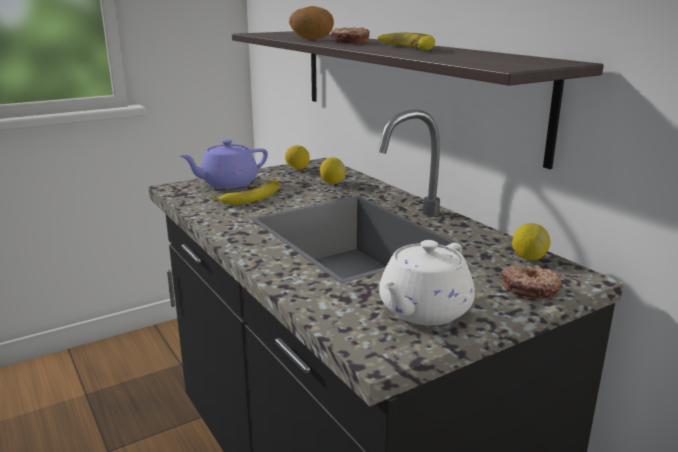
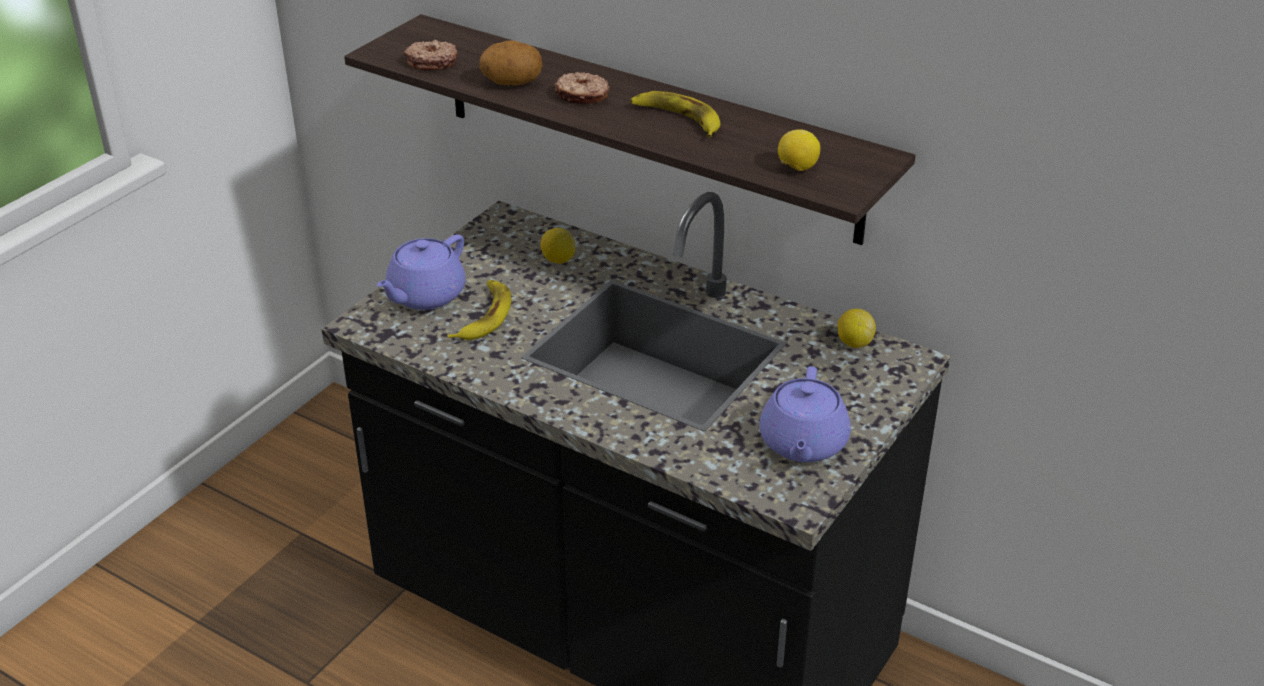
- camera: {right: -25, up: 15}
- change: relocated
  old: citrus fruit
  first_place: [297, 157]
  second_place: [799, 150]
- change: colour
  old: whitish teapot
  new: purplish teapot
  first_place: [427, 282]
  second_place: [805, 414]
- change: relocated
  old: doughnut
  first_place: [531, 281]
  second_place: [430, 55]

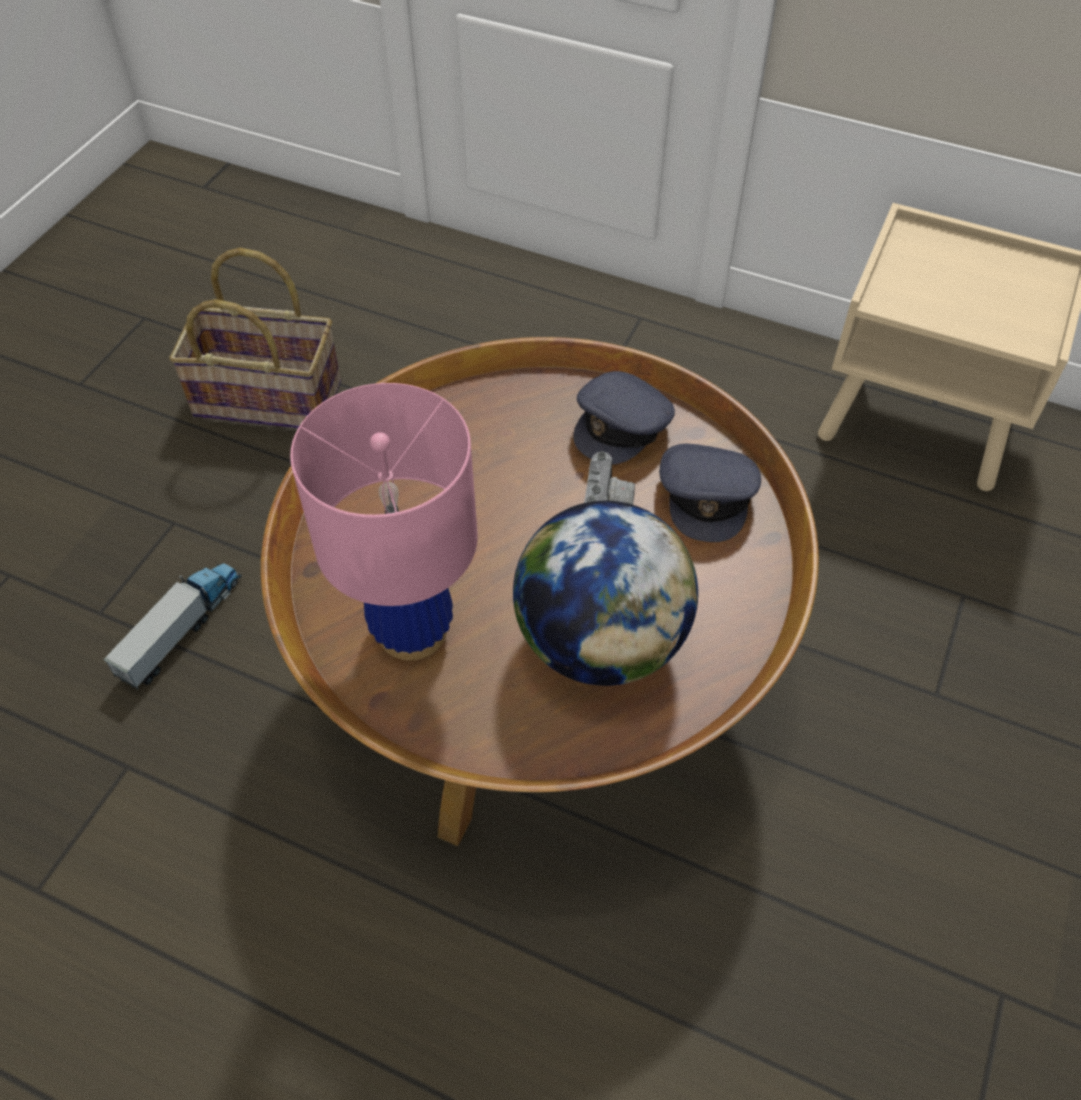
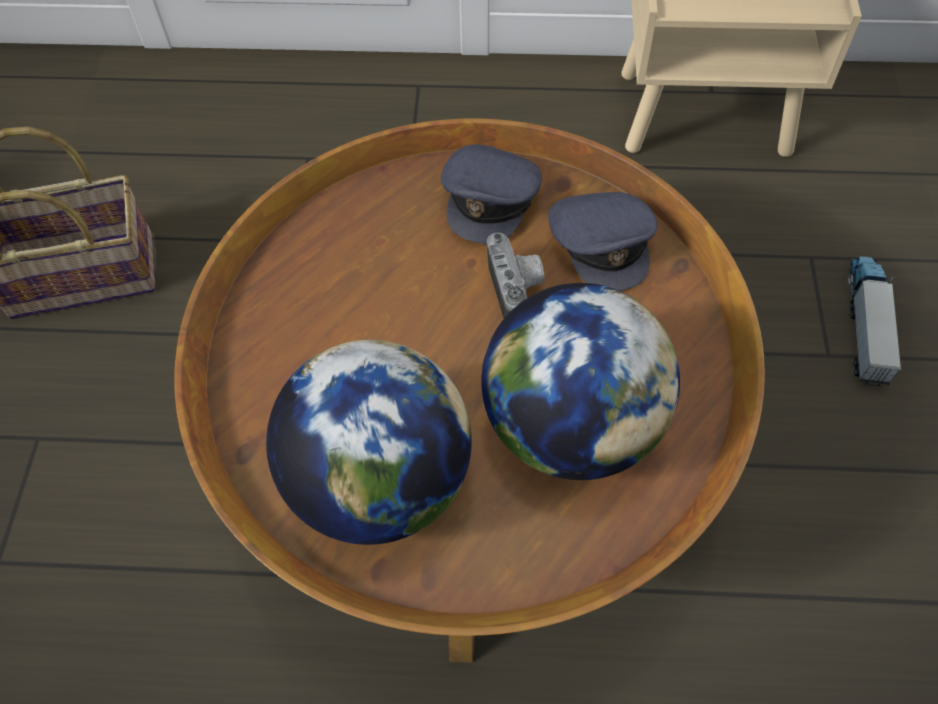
- camera: {right: -20, up: 5}
- change: exchanged
  old: pink-coloured lamp for a table
  new: desk globe
  first_place: [384, 522]
  second_place: [369, 442]
- change: relocated
  old: toy lorry
  first_place: [172, 626]
  second_place: [874, 321]

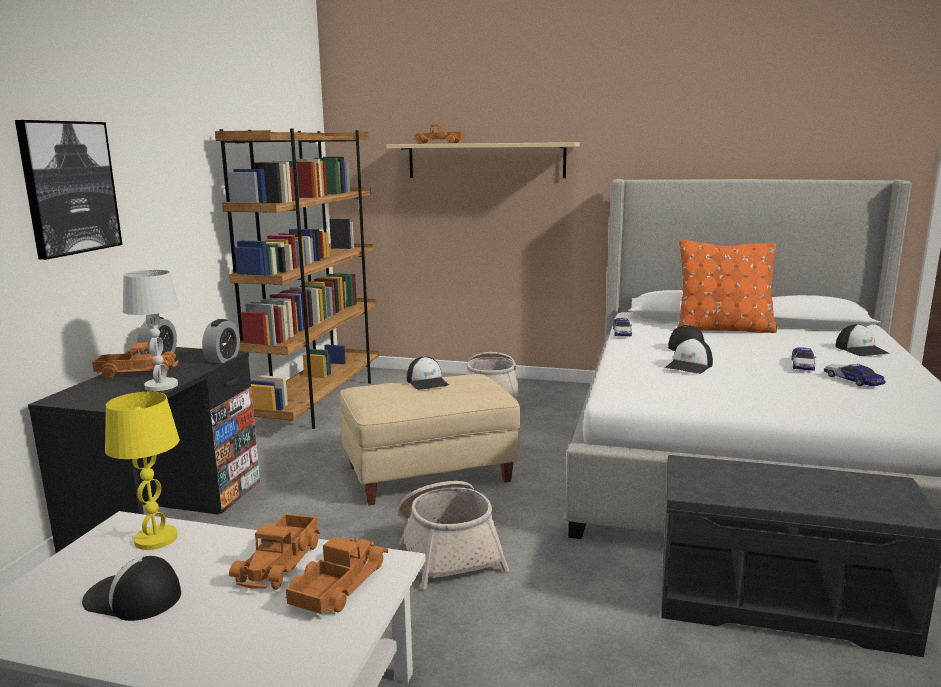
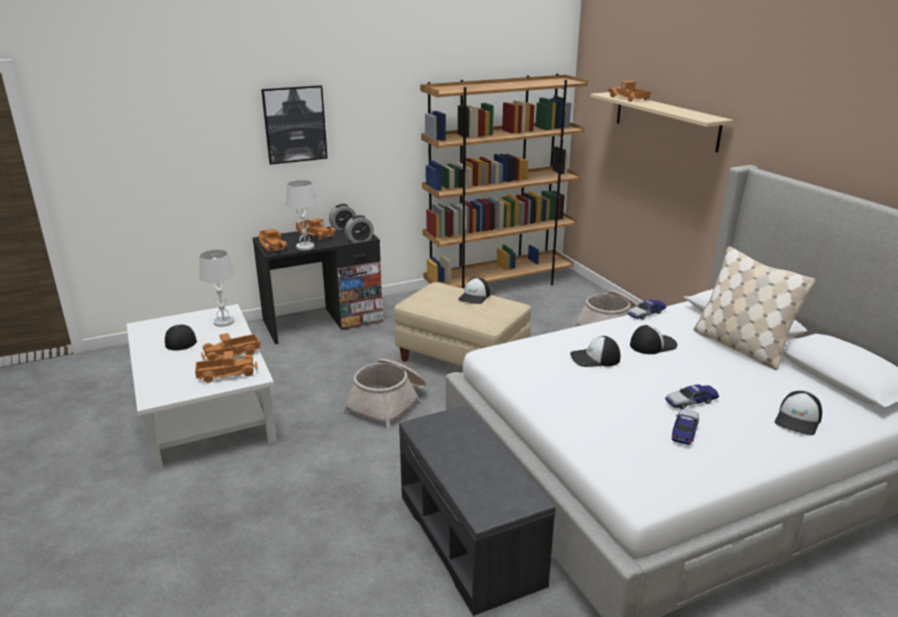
- camera: {right: 50, up: 10}
- change: colour
  old: orange-coloured cushion
  new: beige-coloured cushion
  first_place: [727, 286]
  second_place: [754, 308]
- change: colour
  old: yellow lamp for a table
  new: whitish lamp for a table
  first_place: [142, 471]
  second_place: [216, 288]
- change: appeared
  new: toy lorry
  second_place: [272, 241]

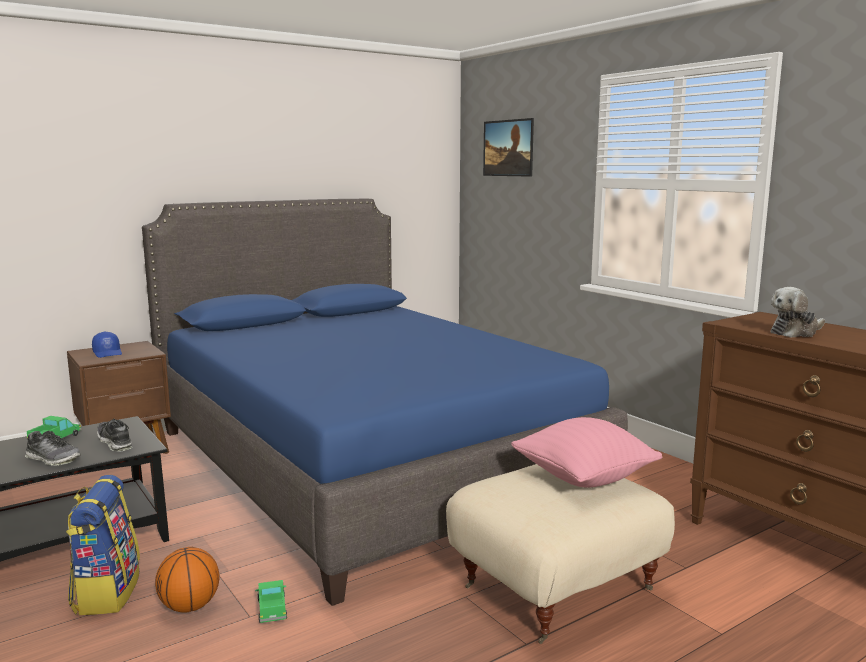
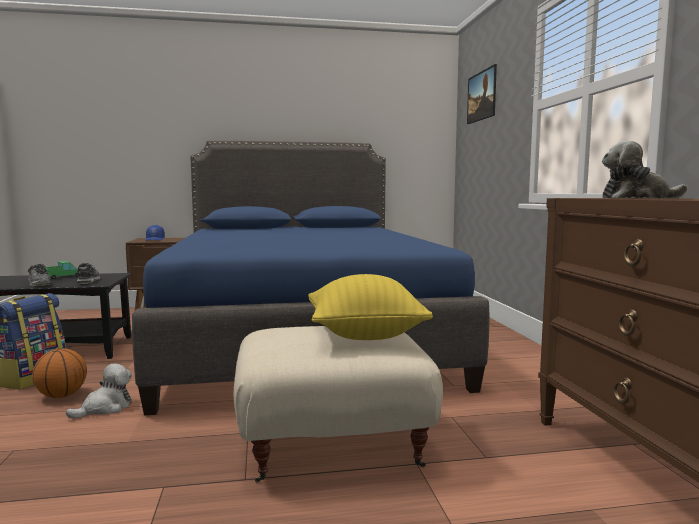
- camera: {right: 25, up: -5}
- change: colour
  old: pink-coloured cushion
  new: yellow cushion
  first_place: [586, 452]
  second_place: [370, 307]
- change: exchanged
  old: toy lorry
  new: plush toy
  first_place: [271, 601]
  second_place: [99, 390]

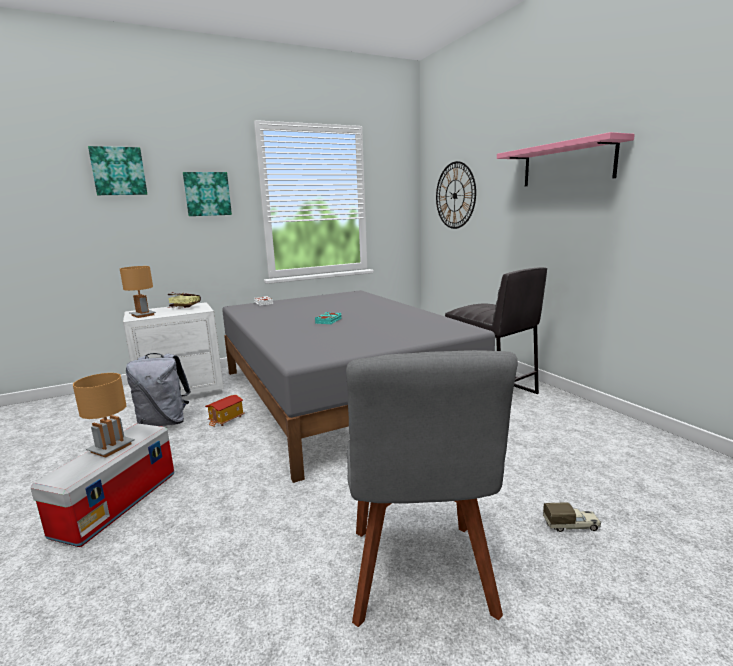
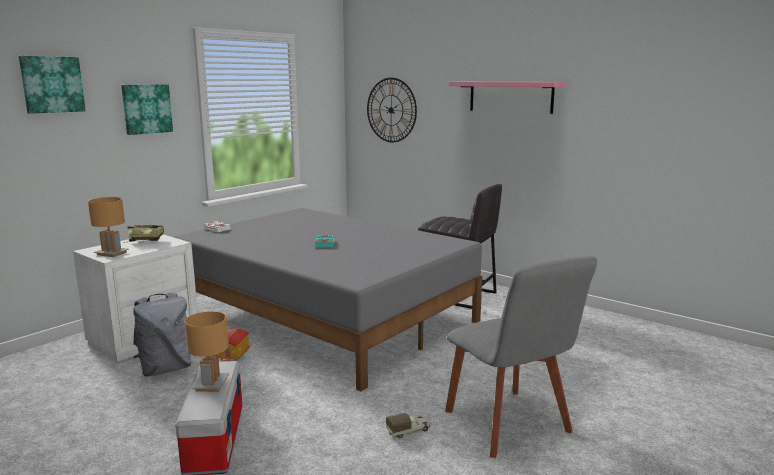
- camera: {right: -25, up: 0}
- change: relocated
  old: toy lorry
  first_place: [572, 517]
  second_place: [408, 425]

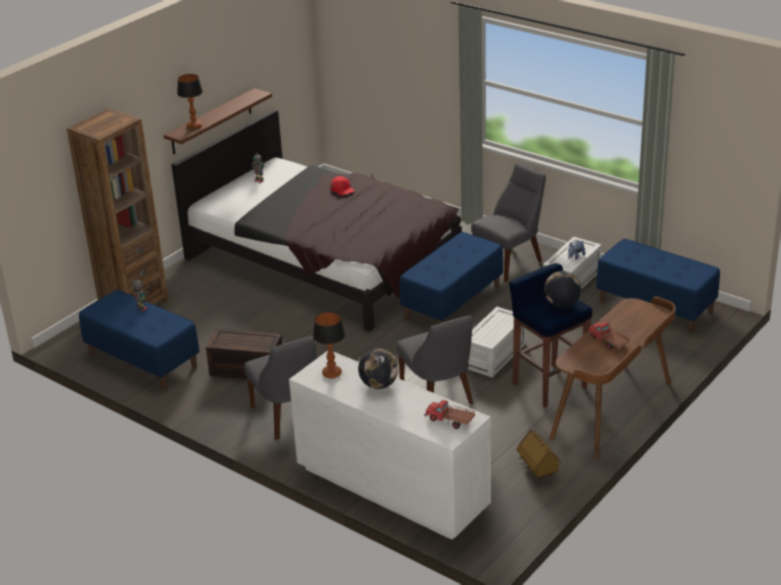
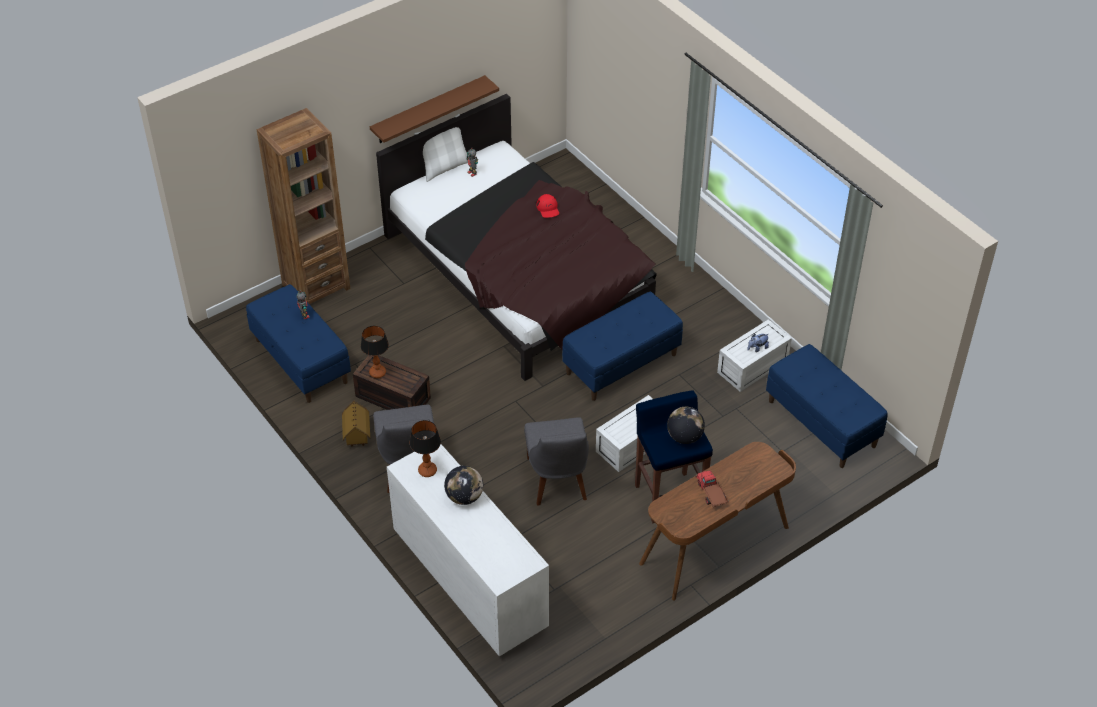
- camera: {right: 15, up: 15}
- change: relocated
  old: lamp for a table
  first_place: [190, 101]
  second_place: [375, 352]
- change: missing
  old: gray plain chair
  first_place: [508, 222]
- change: missing
  old: toy lorry
  first_place: [450, 414]
- change: relocated
  old: toy house
  first_place: [539, 454]
  second_place: [356, 424]
- change: appeared
  new: whitish cushion
  second_place: [441, 148]

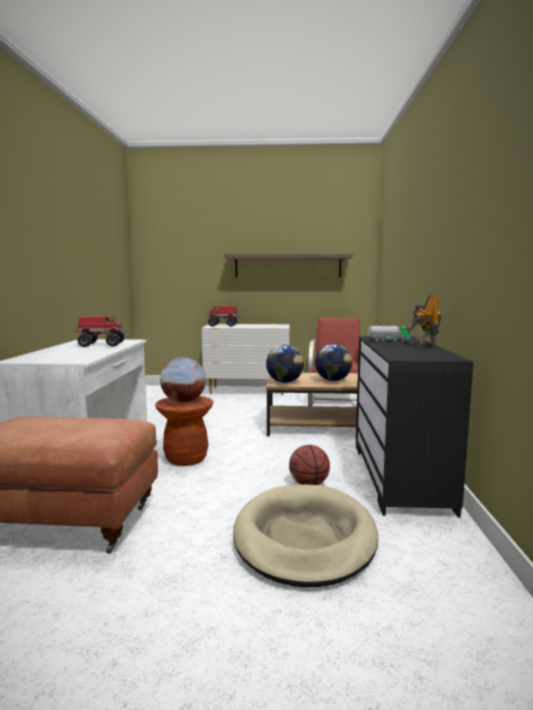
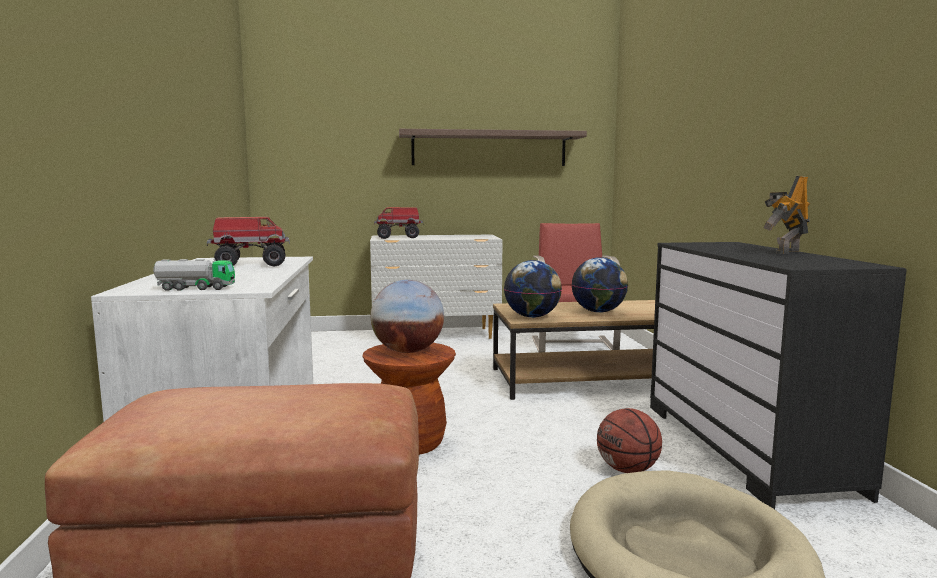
- camera: {right: -10, up: 0}
- change: relocated
  old: toy lorry
  first_place: [389, 333]
  second_place: [194, 275]

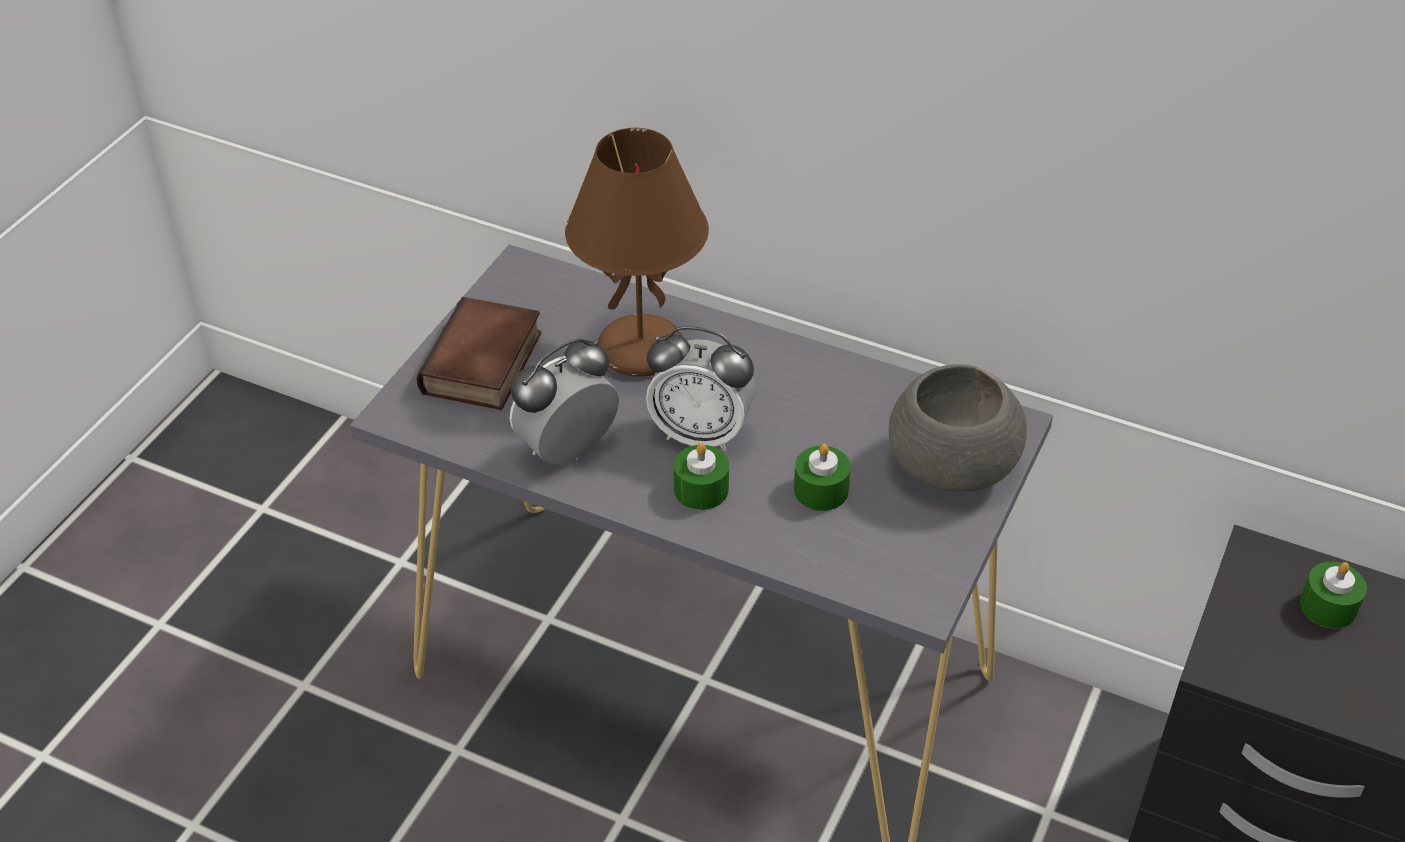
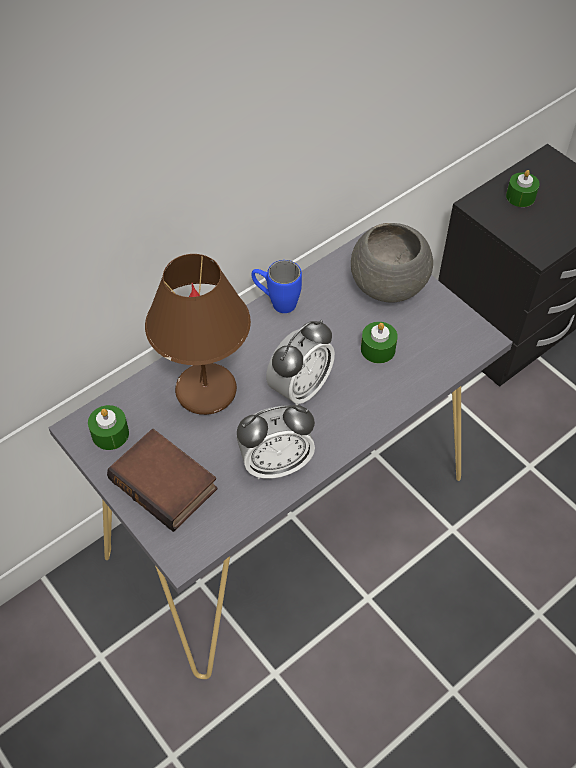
- camera: {right: -65, up: 10}
- change: spun
  old: alarm clock
  first_place: [564, 401]
  second_place: [276, 442]
  degrees: -90
- change: relocated
  old: green-coloured wax light
  first_place: [701, 476]
  second_place: [108, 427]
- change: appeared
  new: blue tea mug
  second_place: [276, 286]

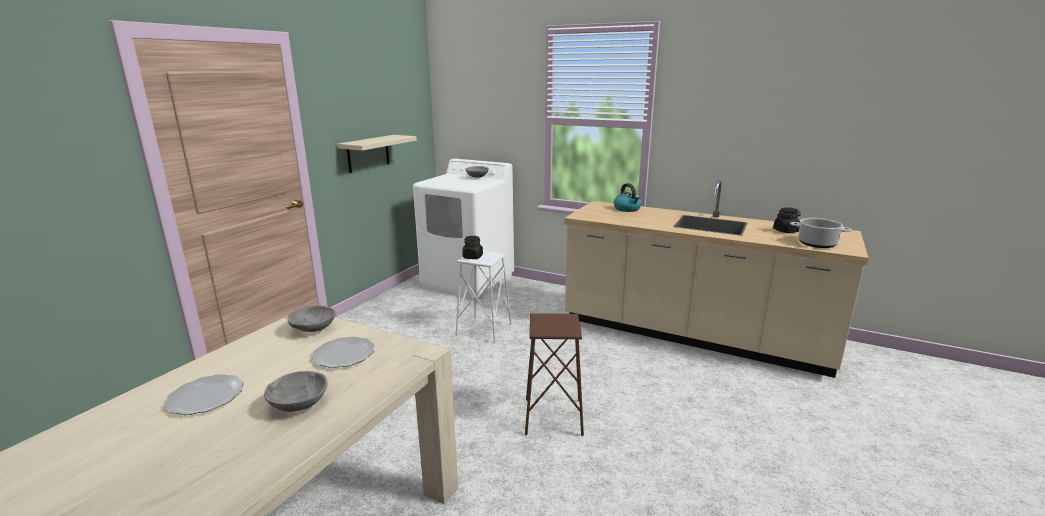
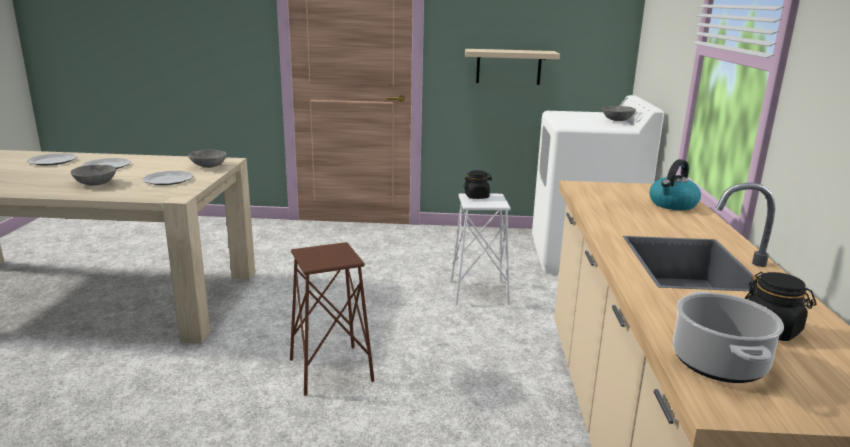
- camera: {right: 65, up: 0}
- change: appeared
  new: flat dish
  second_place: [52, 159]

